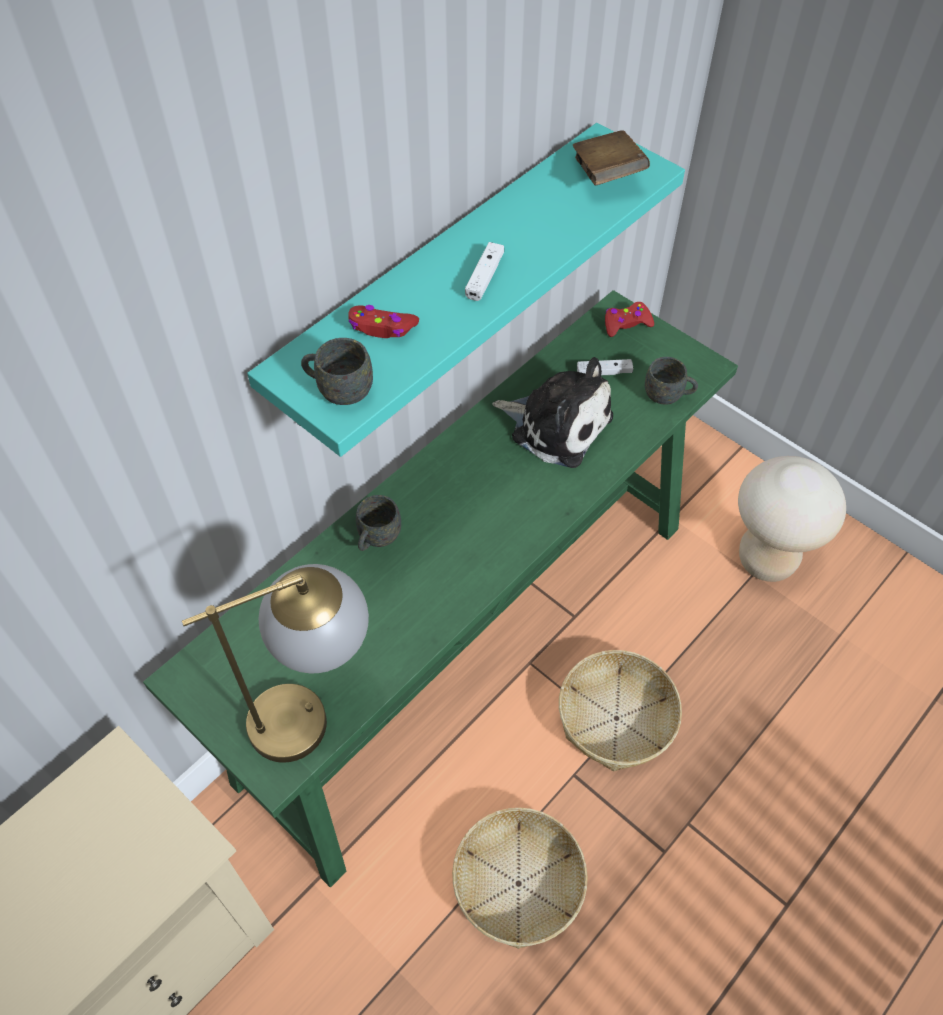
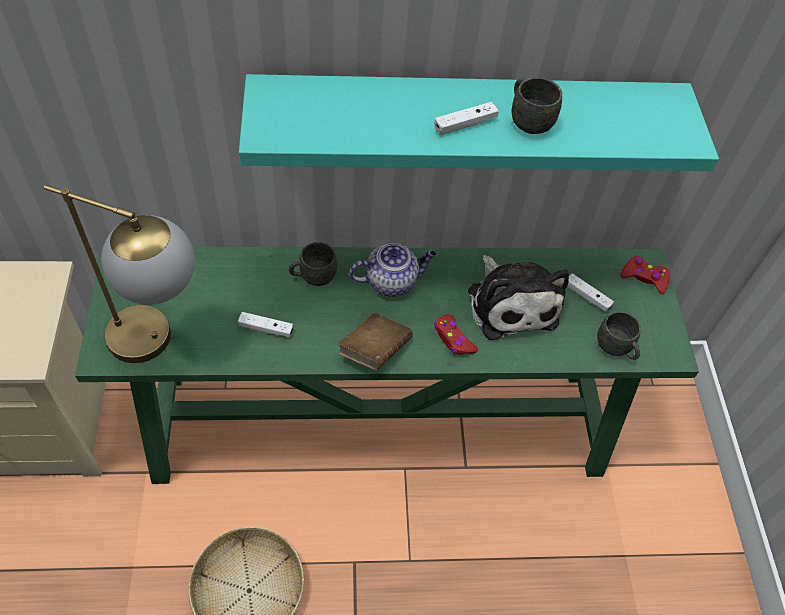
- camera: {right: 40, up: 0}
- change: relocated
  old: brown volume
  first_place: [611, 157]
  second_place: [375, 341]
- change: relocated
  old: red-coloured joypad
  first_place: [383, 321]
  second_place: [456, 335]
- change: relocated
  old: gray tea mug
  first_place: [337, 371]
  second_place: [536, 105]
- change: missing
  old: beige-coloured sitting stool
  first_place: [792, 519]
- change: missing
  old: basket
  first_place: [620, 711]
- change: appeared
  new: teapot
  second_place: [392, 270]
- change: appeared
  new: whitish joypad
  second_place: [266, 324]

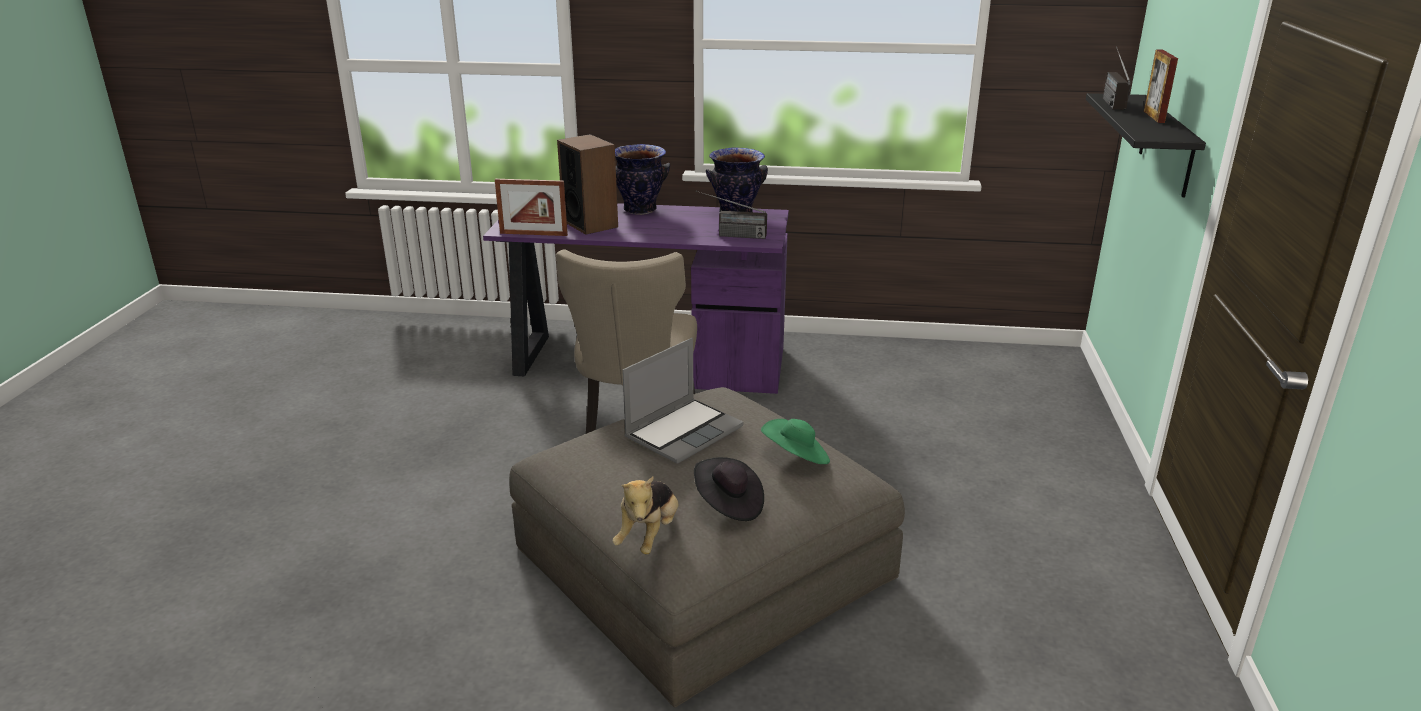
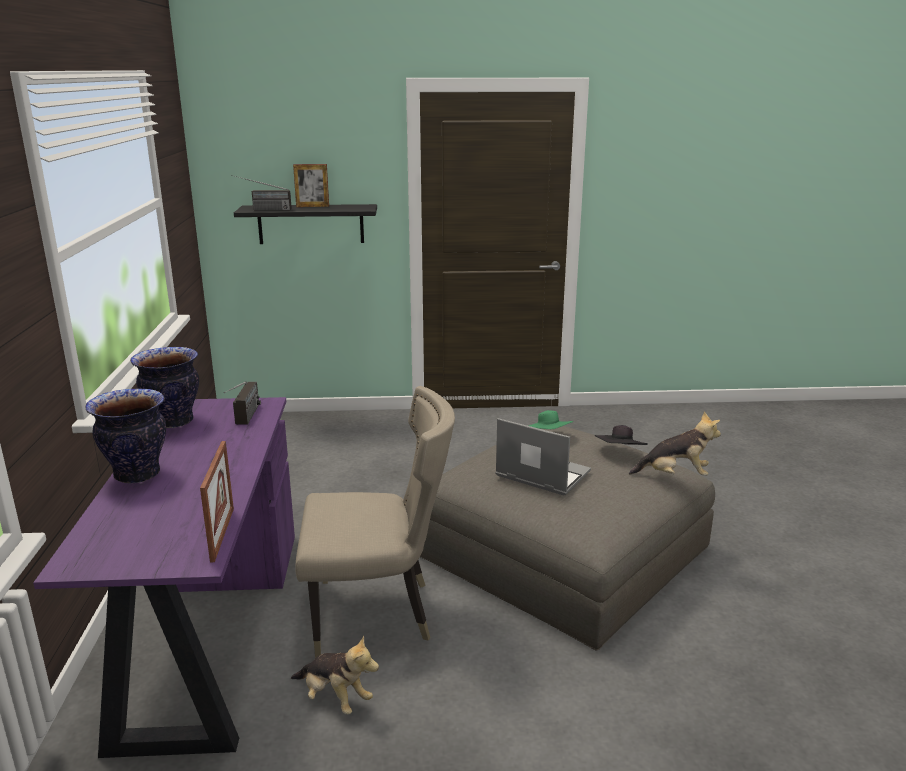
- camera: {right: -100, up: -5}
- change: missing
  old: audio speaker
  first_place: [587, 184]
- change: appeared
  new: plush toy
  second_place: [335, 675]

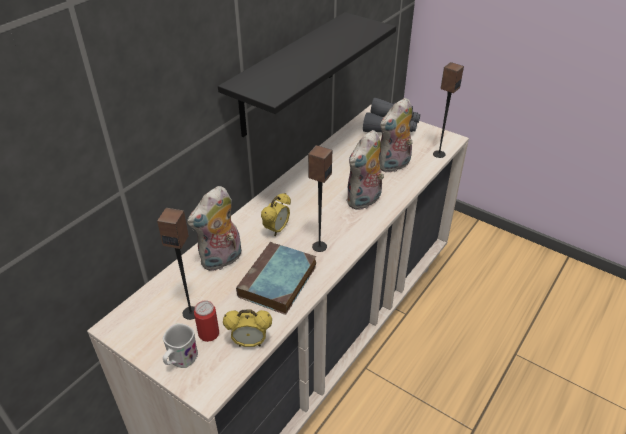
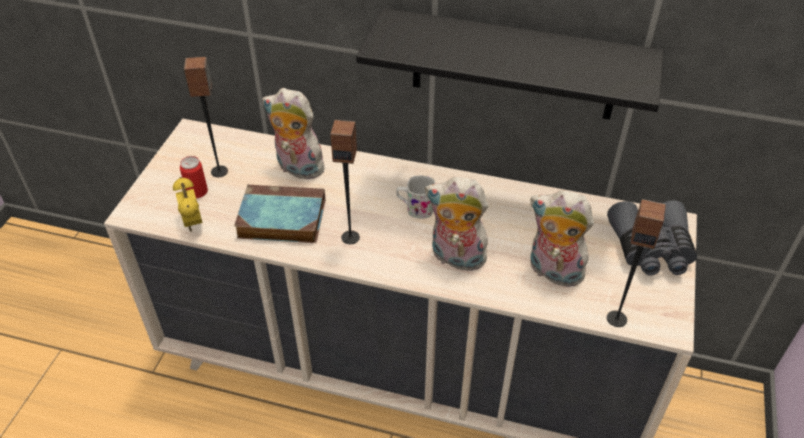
- camera: {right: 70, up: 5}
- change: missing
  old: alarm clock
  first_place: [276, 214]
- change: relocated
  old: whitish tea mug
  first_place: [180, 345]
  second_place: [415, 197]

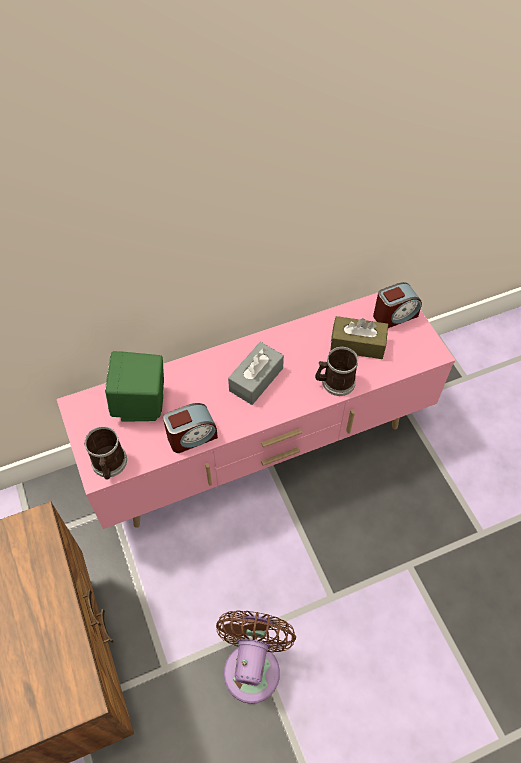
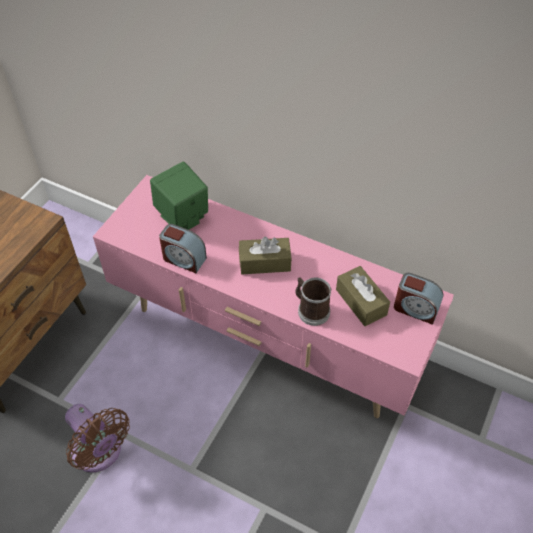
- camera: {right: 50, up: -5}
- change: colour
  old: gray box of tissues
  new: brown box of tissues
  first_place: [256, 373]
  second_place: [265, 255]
- change: missing
  old: tea mug
  first_place: [105, 453]
- change: spun
  old: brown electric fan
  first_place: [256, 657]
  second_place: [97, 438]
  degrees: 75

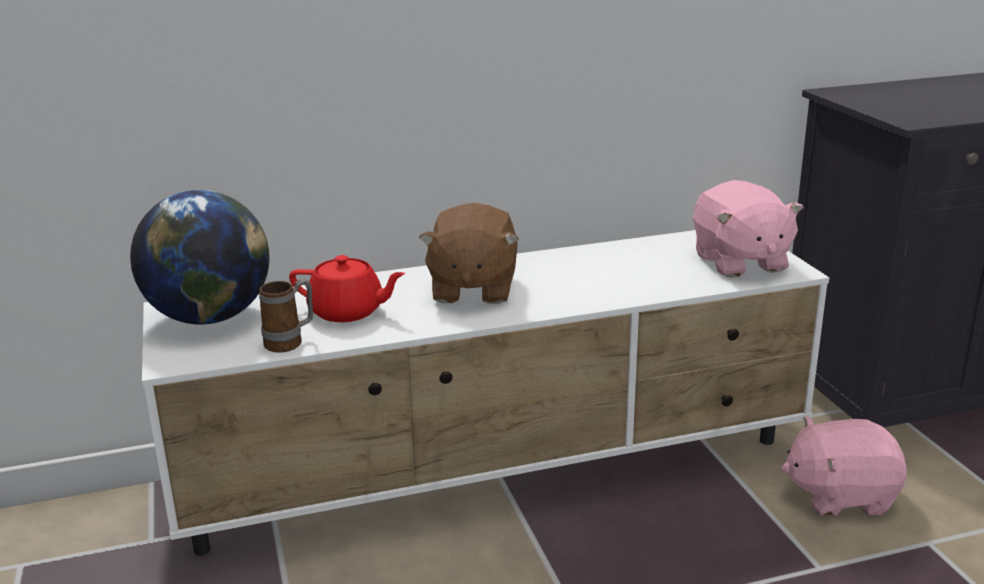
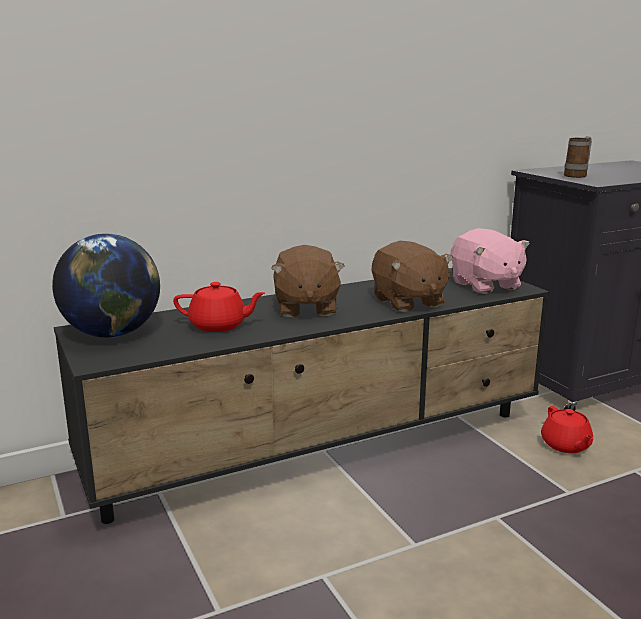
- camera: {right: -10, up: -5}
- change: colour
  old: whitish tv unit
  new: blackish tv unit
  first_place: [485, 393]
  second_place: [301, 396]
- change: relocated
  old: tea mug
  first_place: [286, 315]
  second_place: [578, 157]
- change: exchanged
  old: pink-coloured plush toy
  new: red-coloured teapot
  first_place: [844, 466]
  second_place: [567, 429]
- change: appeared
  new: brown plush toy
  second_place: [412, 276]

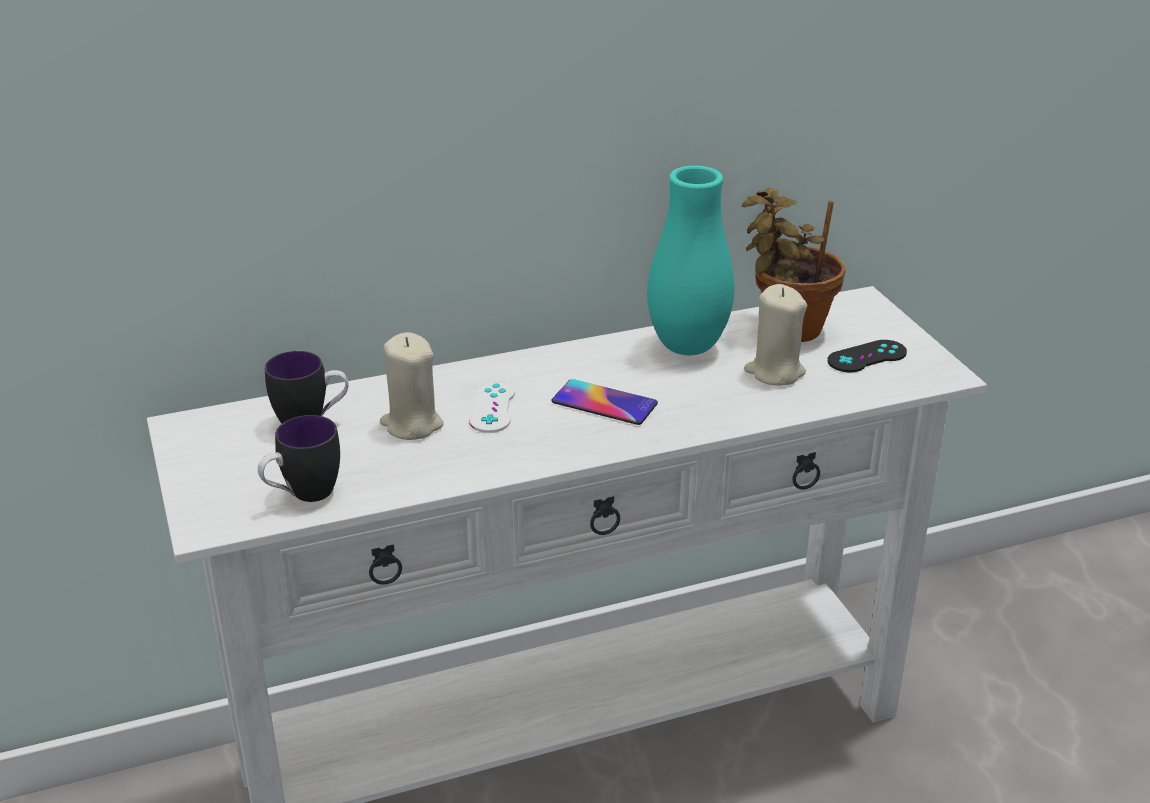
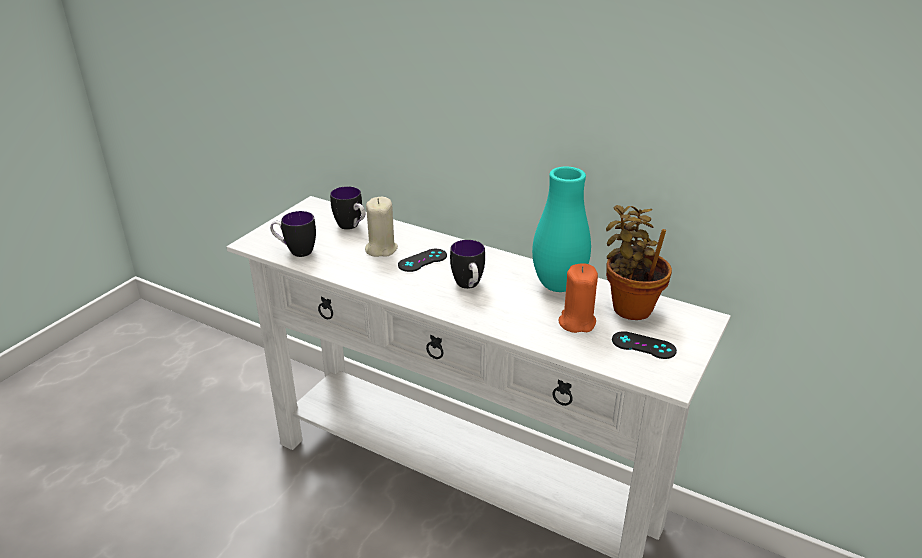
- camera: {right: 50, up: 0}
- change: colour
  old: beige-coloured wax light
  new: orange-coloured wax light
  first_place: [775, 335]
  second_place: [578, 298]
- change: exchanged
  old: phone
  new: tea mug
  first_place: [605, 402]
  second_place: [467, 264]
- change: colour
  old: whitish joypad
  new: blackish joypad
  first_place: [492, 407]
  second_place: [422, 260]

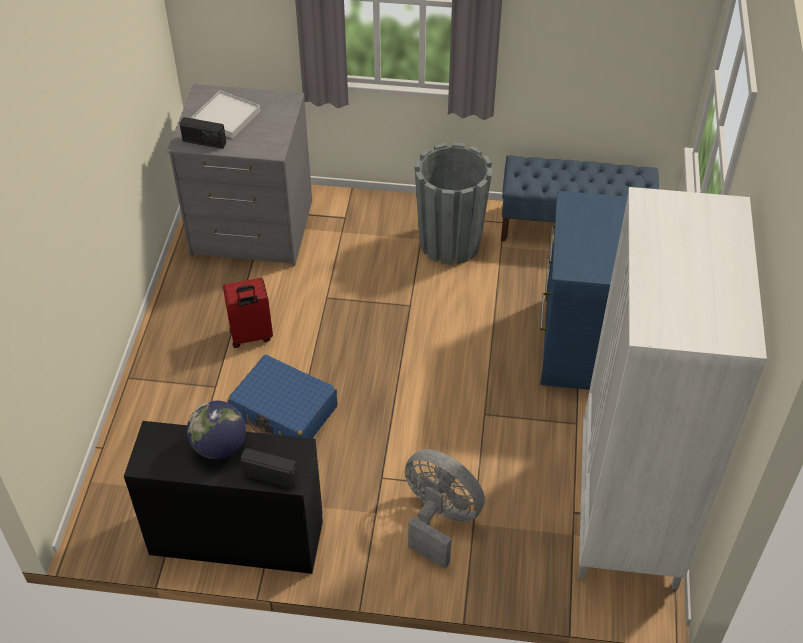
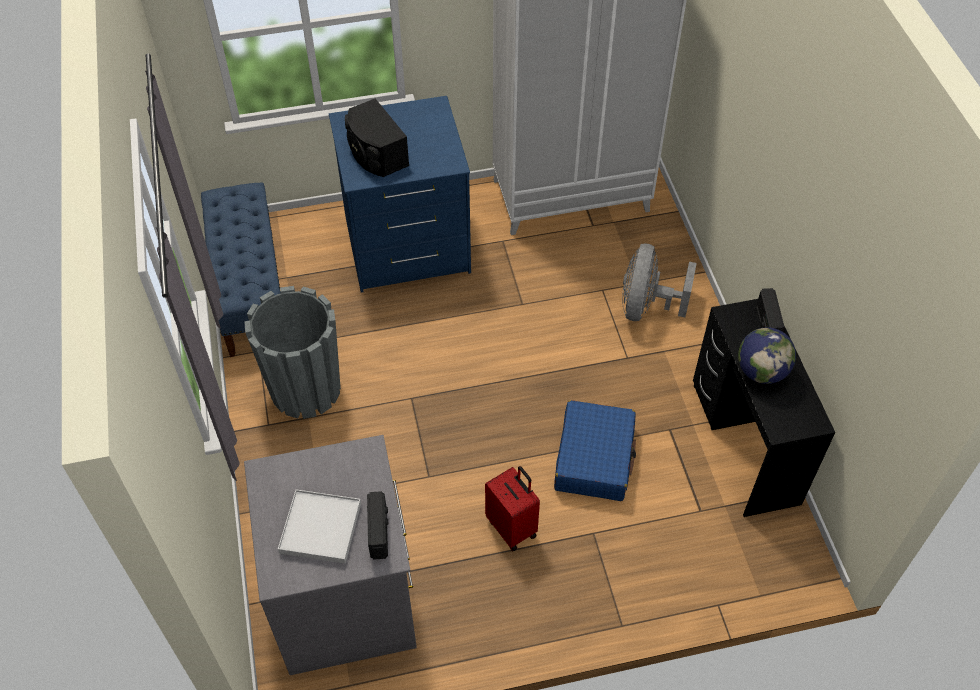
- camera: {right: -110, up: 5}
- change: appeared
  new: blackish audio speaker
  second_place: [377, 138]

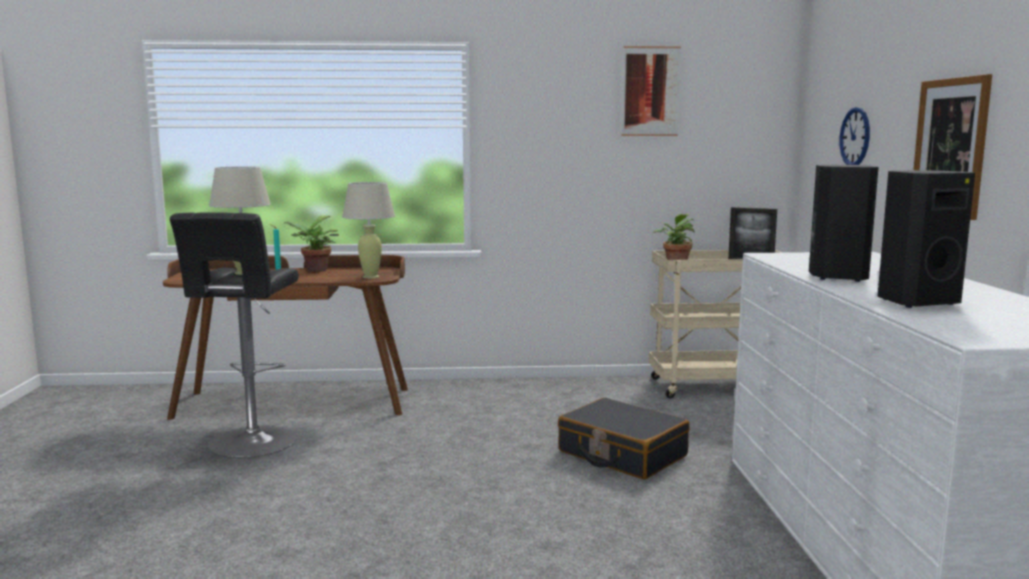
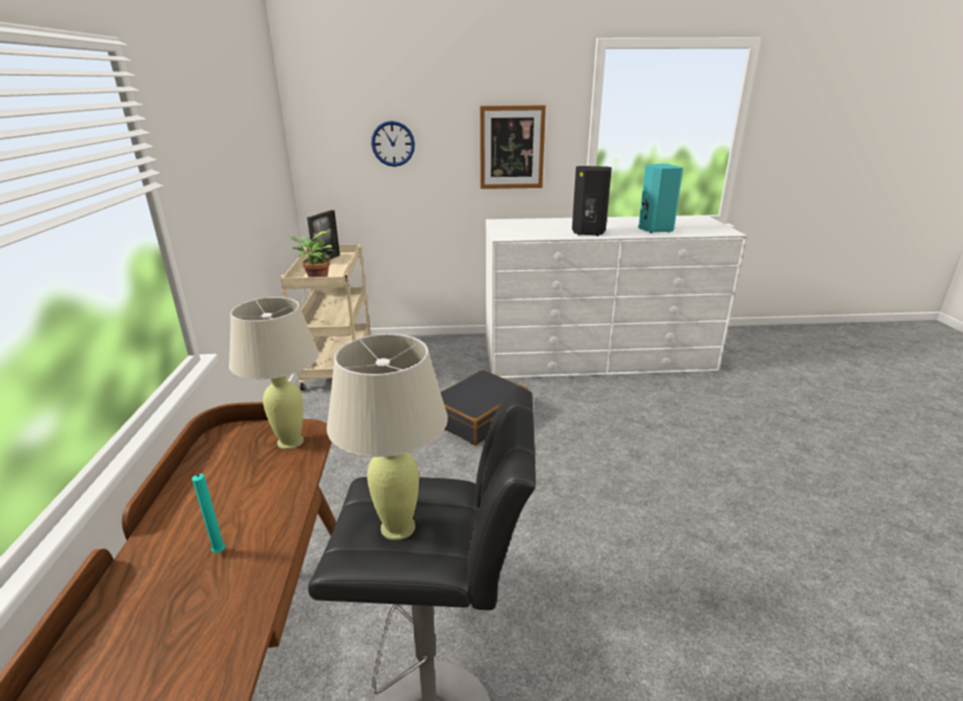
- camera: {right: -90, up: 15}
- change: missing
  old: wall picture
  first_place: [651, 91]
- change: colour
  old: blackish audio speaker
  new: turquoise audio speaker
  first_place: [926, 239]
  second_place: [660, 198]
- change: missing
  old: plant in a pot
  first_place: [311, 244]

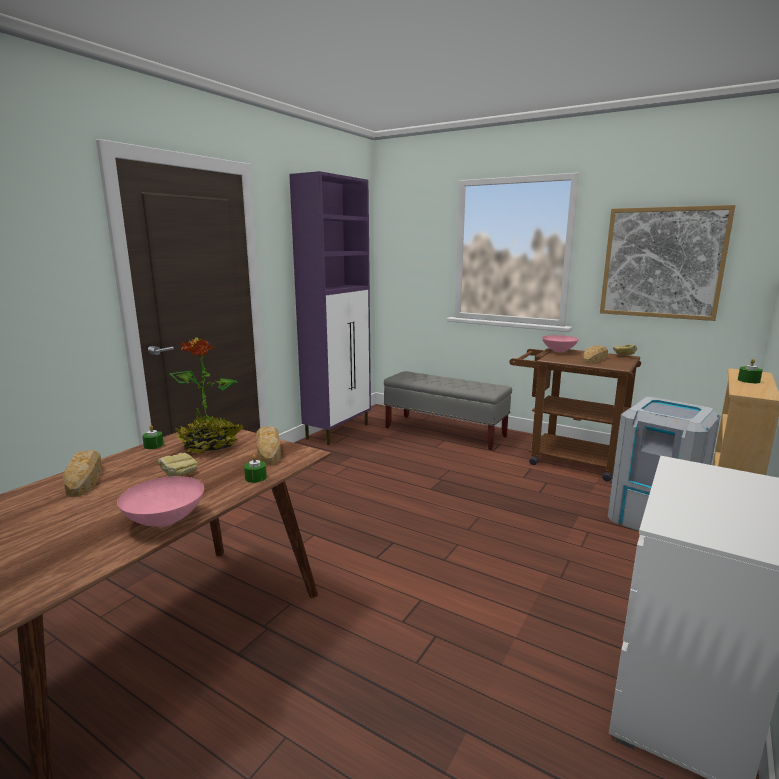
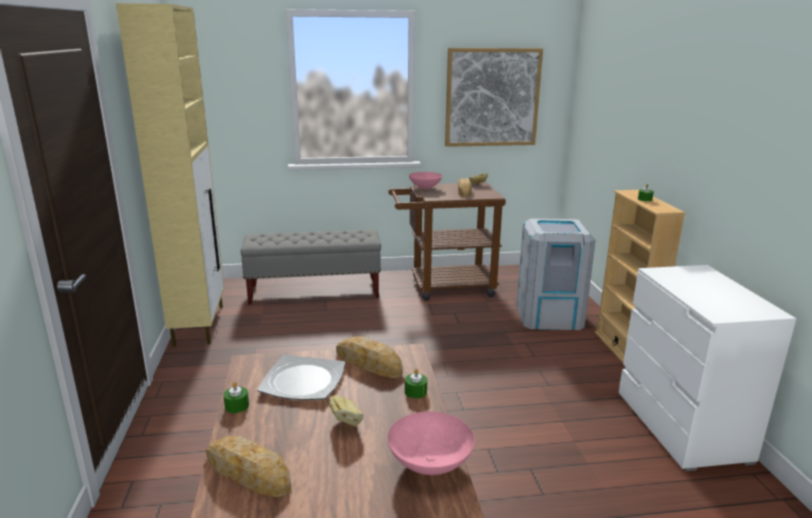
- camera: {right: -40, up: 5}
- change: colour
  old: purplish cupboard
  new: beige-coloured cupboard
  first_place: [330, 308]
  second_place: [170, 174]
- change: exchanged
  old: plant in a pot
  new: flat dish
  first_place: [206, 395]
  second_place: [301, 377]

